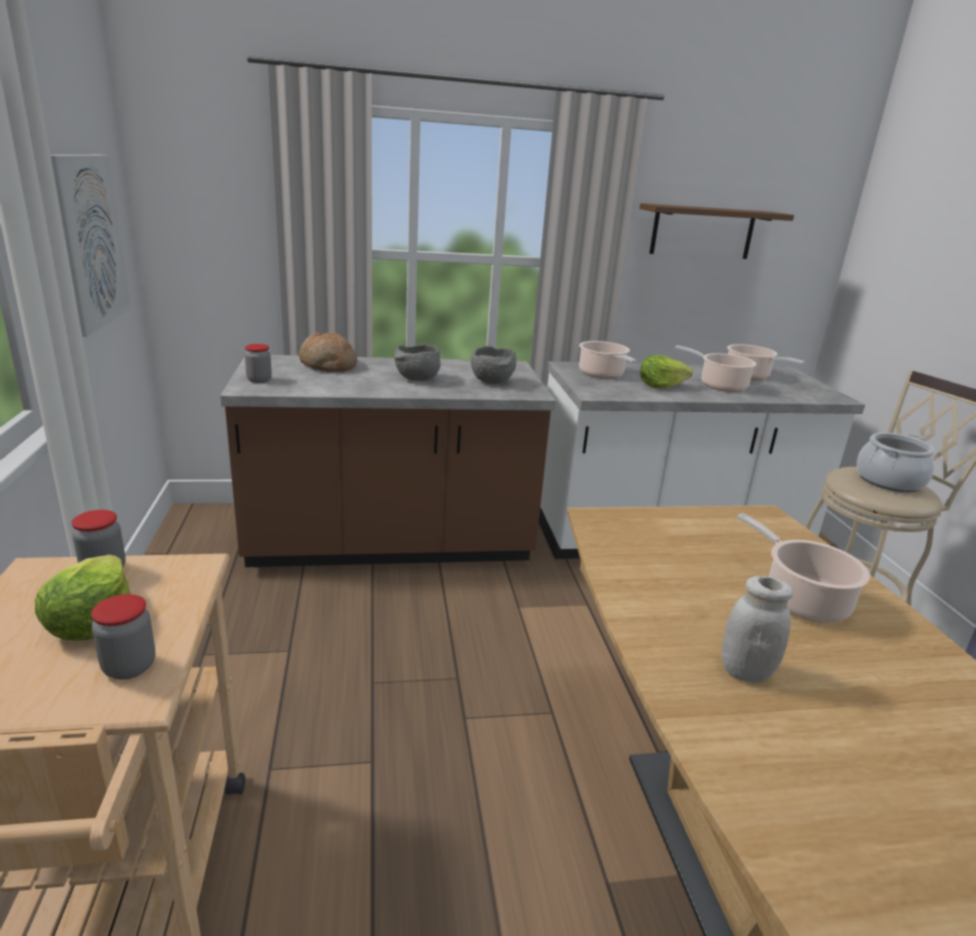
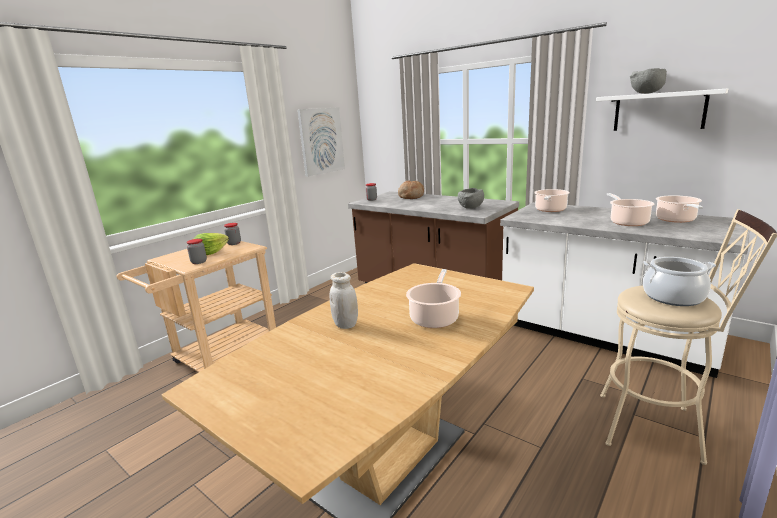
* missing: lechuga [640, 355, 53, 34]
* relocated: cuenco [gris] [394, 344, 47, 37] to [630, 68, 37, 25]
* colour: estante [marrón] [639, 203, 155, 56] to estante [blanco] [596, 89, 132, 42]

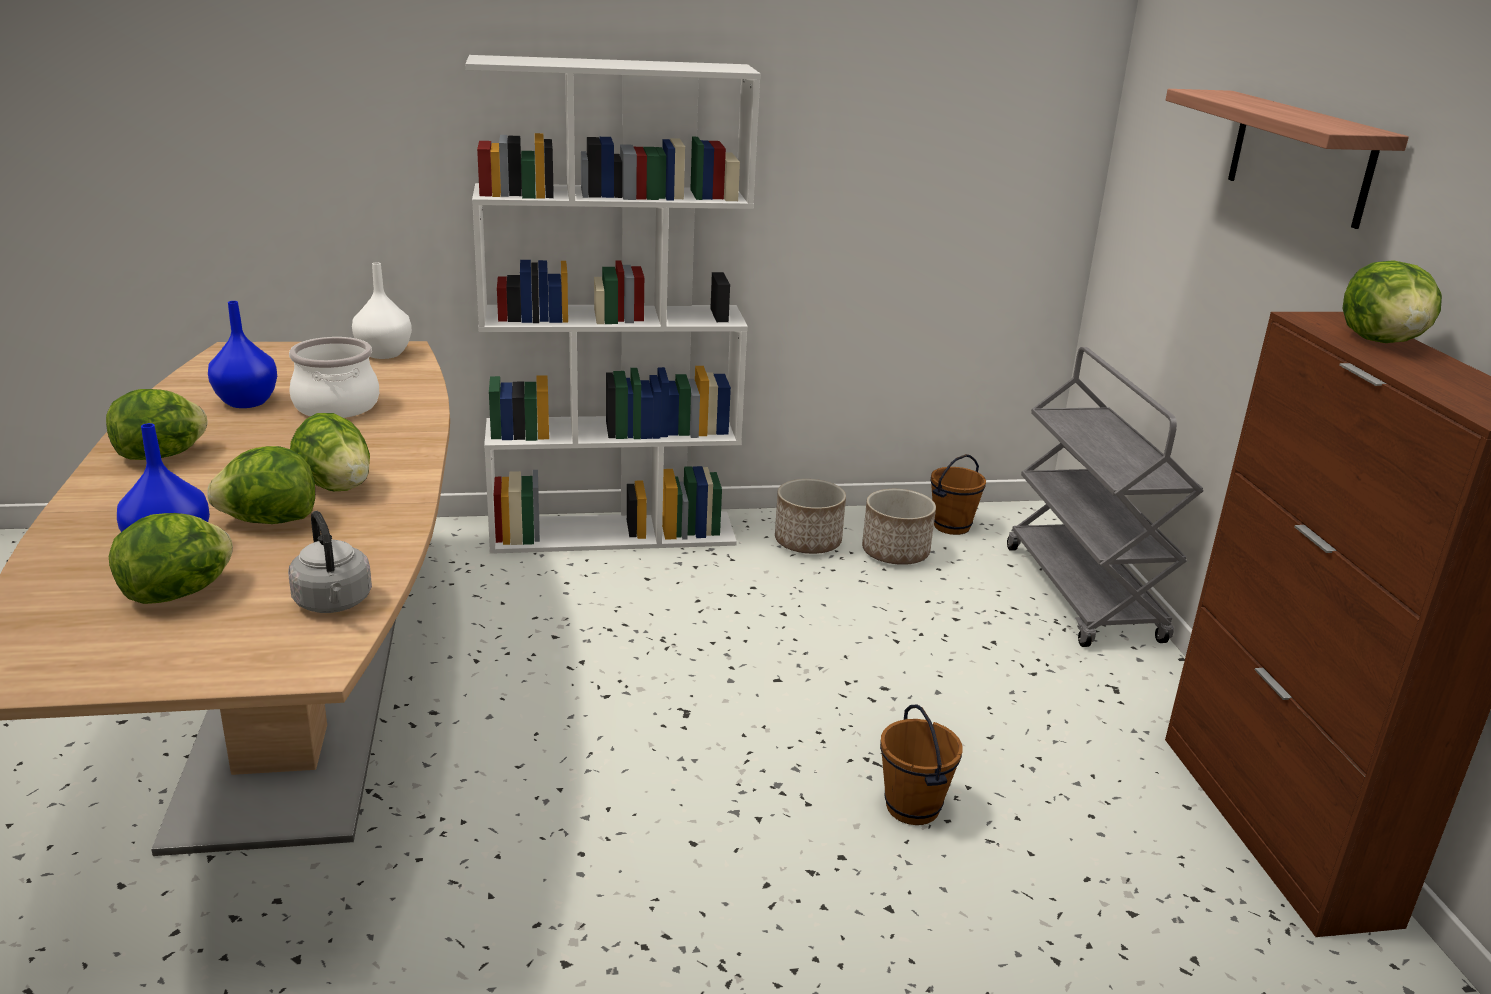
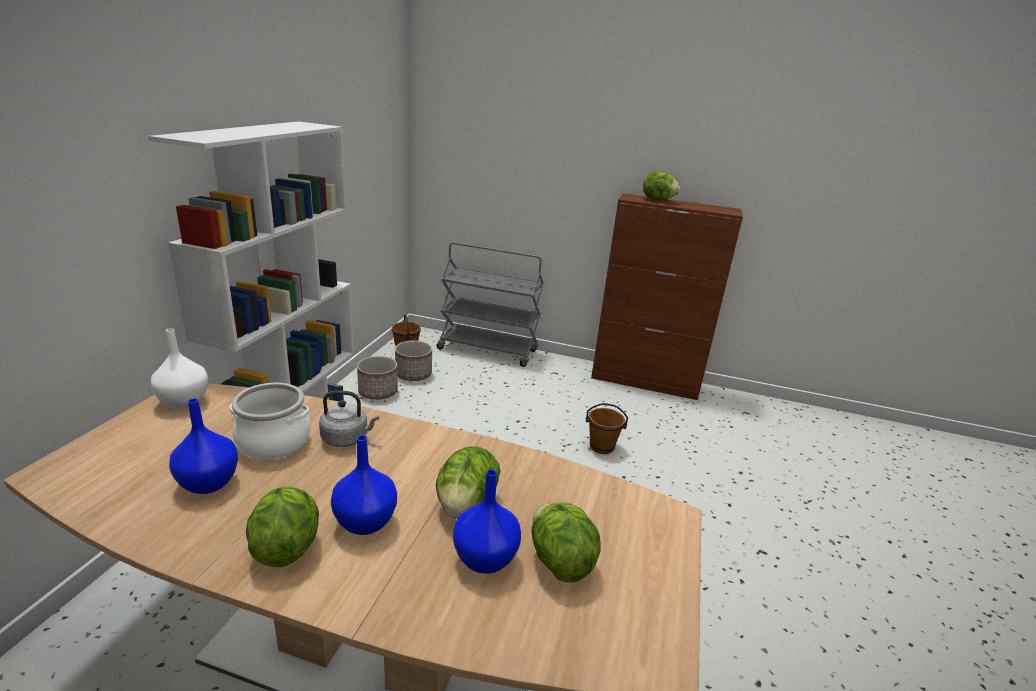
* missing: lechuga [290, 413, 80, 78]
* missing: estante [1166, 89, 243, 140]
* appeared: florero [azul] [331, 435, 66, 100]
* relocated: hervidor [gris] [288, 511, 84, 102] to [319, 390, 60, 57]

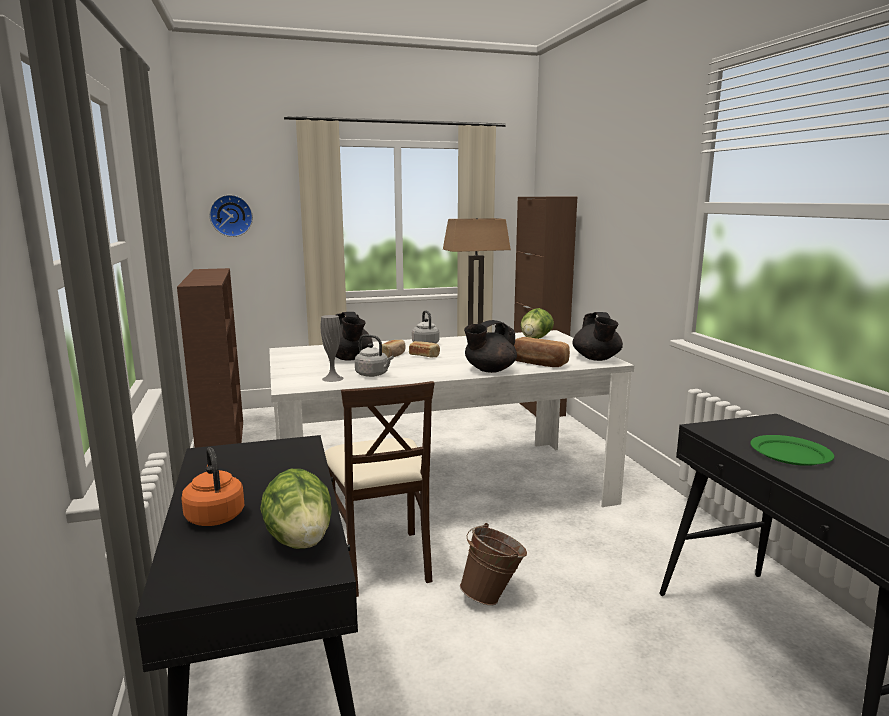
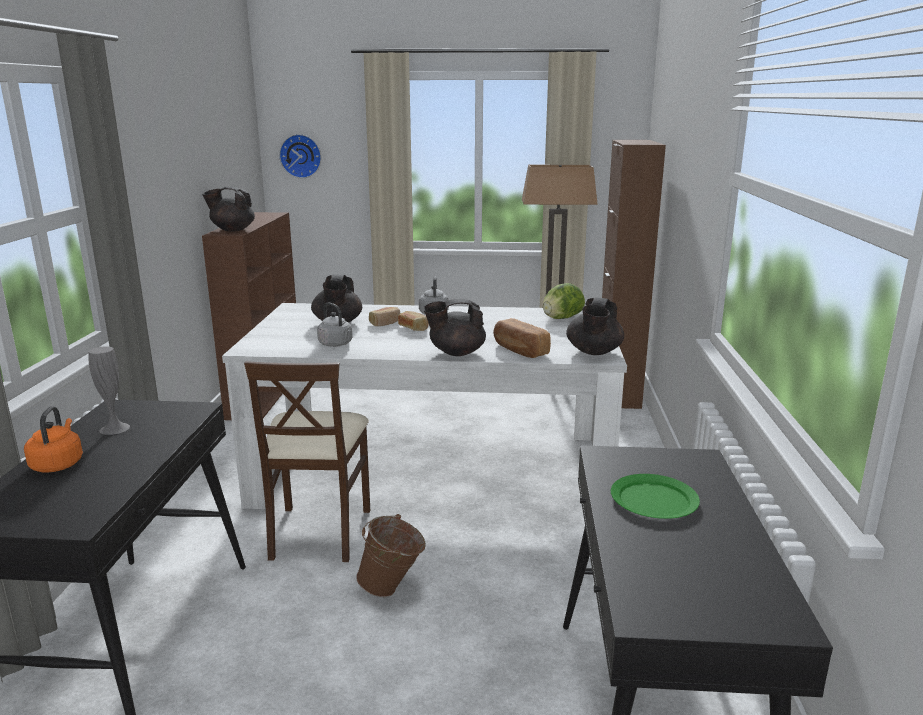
* missing: lechuga [260, 469, 71, 80]
* appeared: tetera [negro] [202, 187, 53, 45]
* relocated: florero [gris] [321, 315, 23, 67] to [88, 346, 42, 89]

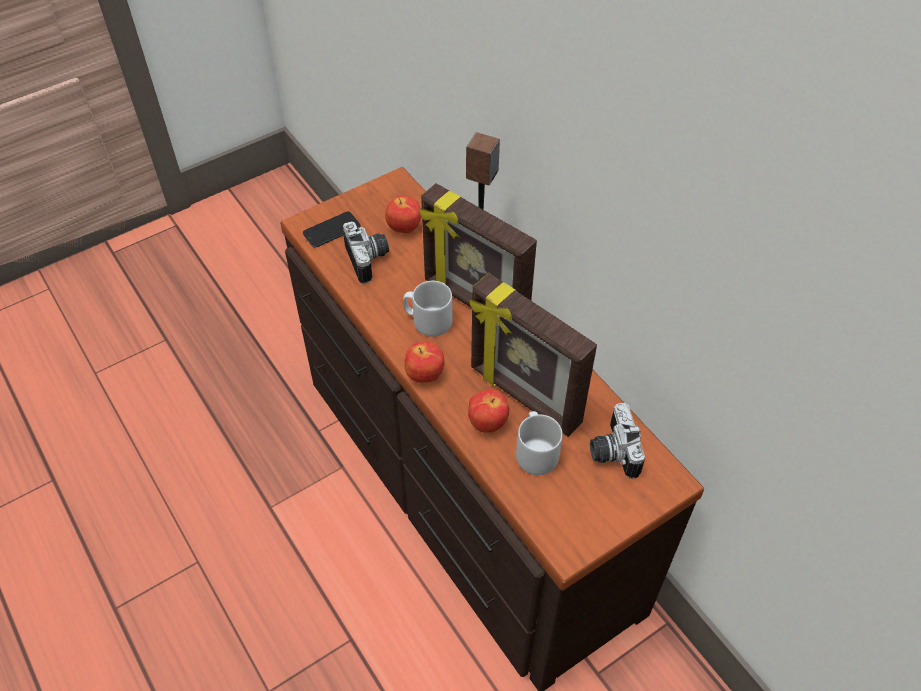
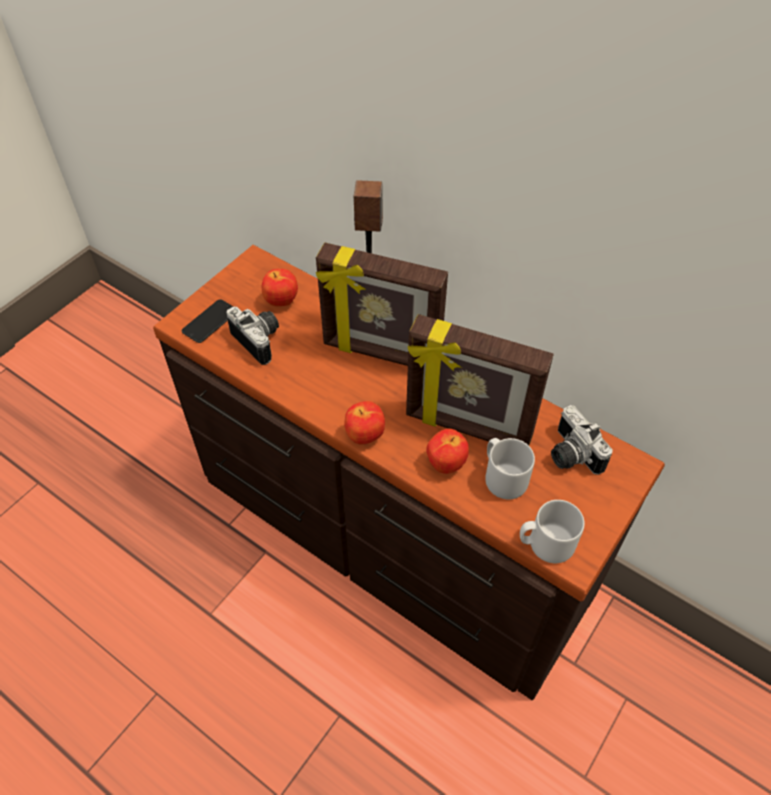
* relocated: taza grande [gris] [403, 281, 50, 56] to [520, 500, 65, 63]

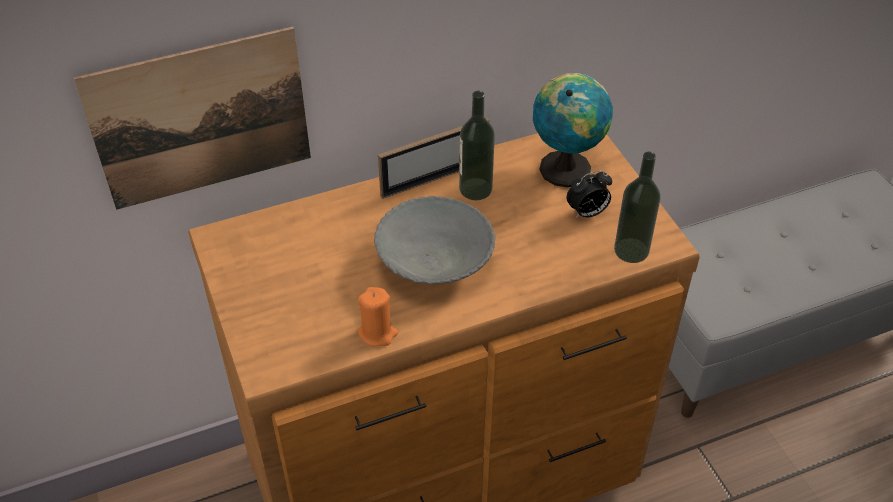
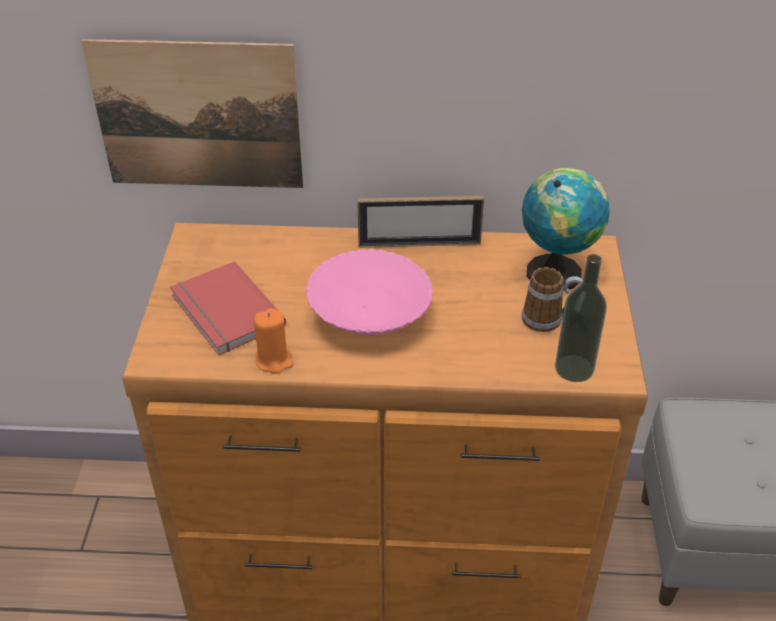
* missing: botella [459, 91, 36, 109]
* appeared: libro [rojo] [170, 261, 116, 94]
* exchanged: despertador [567, 170, 45, 48] to taza grande [522, 267, 61, 65]
* colour: cuenco [gris] [374, 196, 121, 88] to cuenco [rosa] [306, 249, 127, 86]

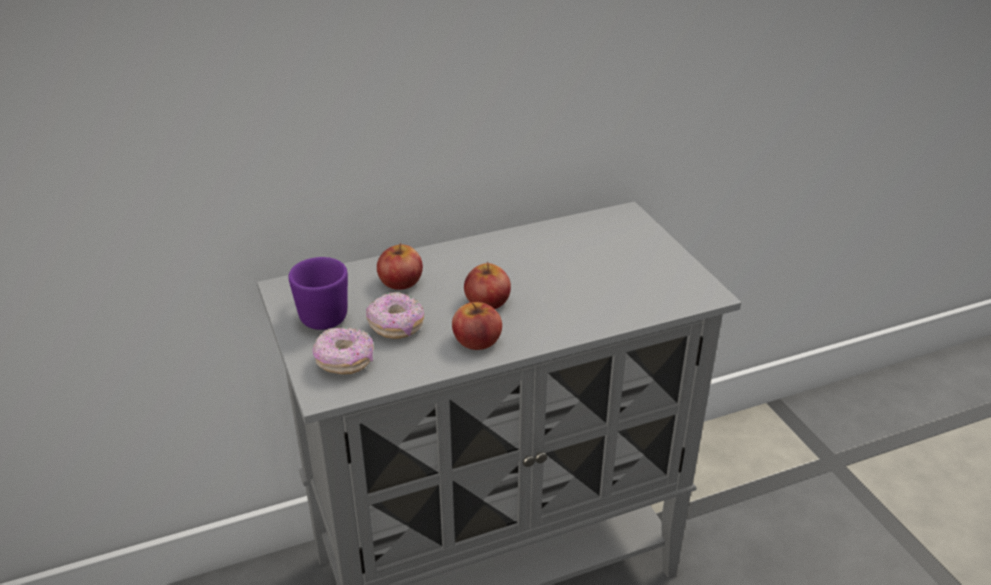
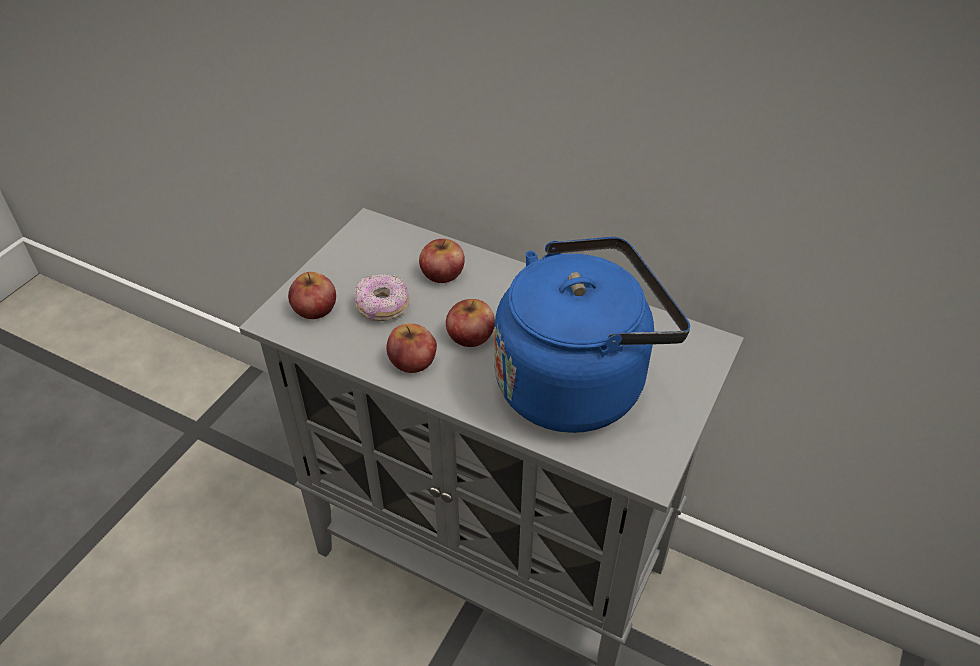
* missing: taza grande [morado] [289, 257, 59, 73]
* appeared: hervidor [azul] [494, 237, 196, 196]
* exchanged: rosquilla [313, 327, 61, 47] to manzana [288, 272, 48, 47]

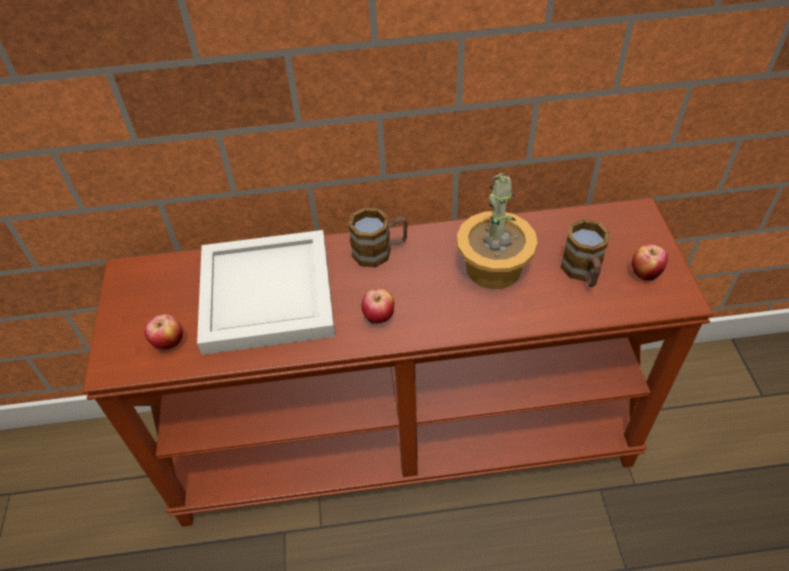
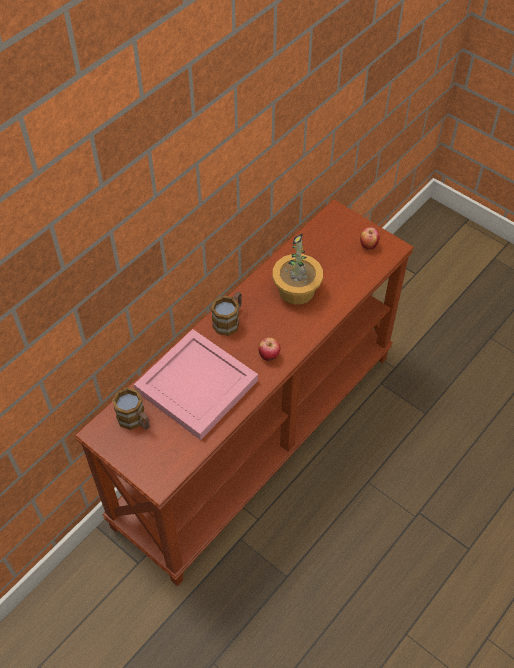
* missing: manzana [144, 314, 39, 36]
* relocated: taza grande [561, 219, 49, 68] to [112, 387, 38, 43]
* colour: bandeja [blanco] [197, 230, 138, 125] to bandeja [rosa] [134, 329, 124, 111]

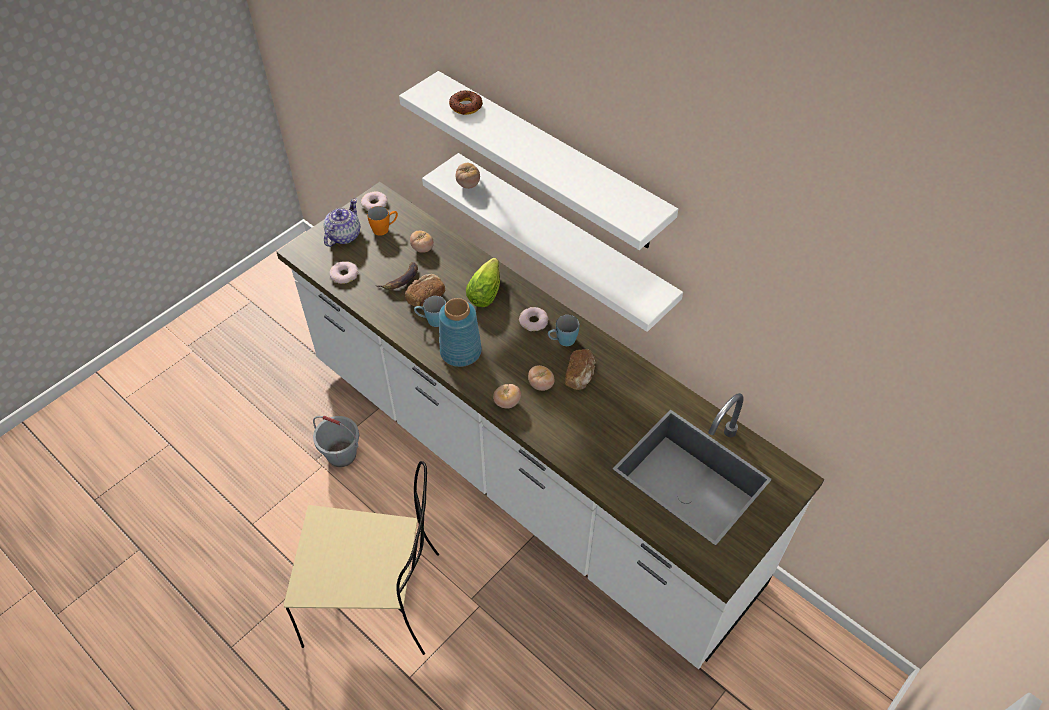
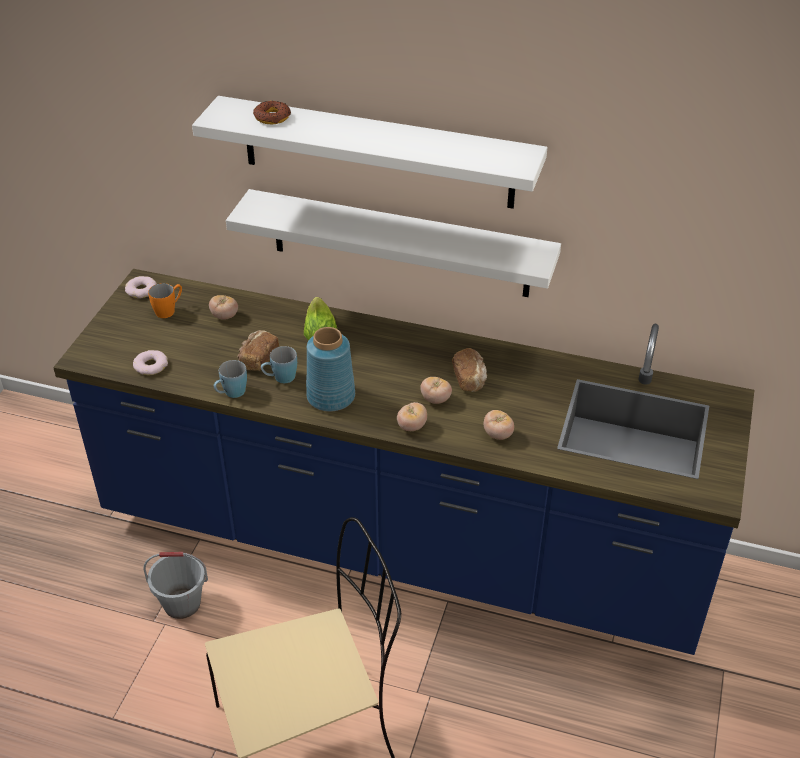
* missing: tetera [324, 198, 36, 49]
* missing: plátano [376, 262, 42, 28]
* missing: rosquilla [519, 307, 30, 24]
* relocated: tomate [455, 163, 25, 26] to [484, 410, 30, 30]
* relocated: taza grande [azul] [548, 315, 31, 31] to [214, 360, 33, 38]
* colour: mueble bajo de cocina [blanco] [276, 182, 549, 487] to mueble bajo de cocina [azul] [53, 269, 701, 386]

